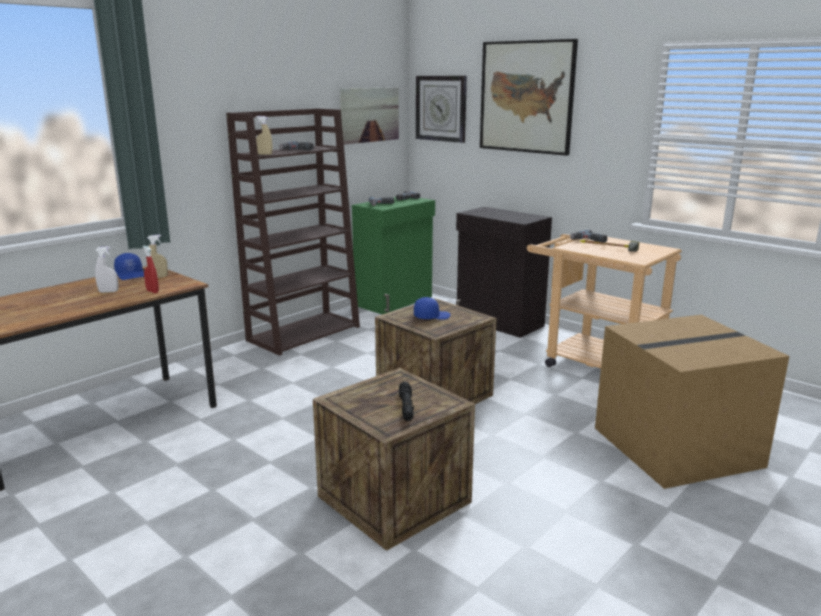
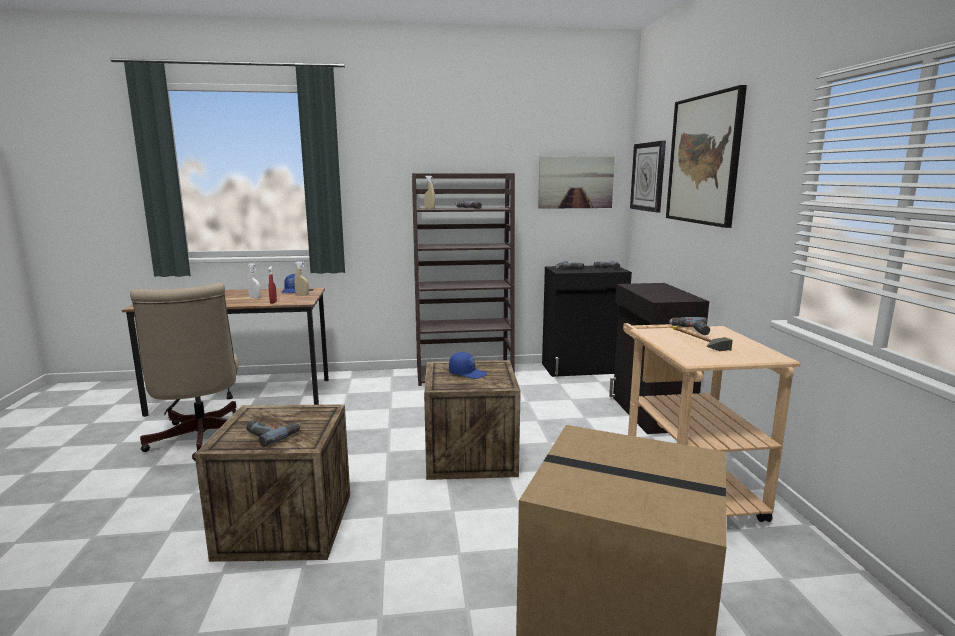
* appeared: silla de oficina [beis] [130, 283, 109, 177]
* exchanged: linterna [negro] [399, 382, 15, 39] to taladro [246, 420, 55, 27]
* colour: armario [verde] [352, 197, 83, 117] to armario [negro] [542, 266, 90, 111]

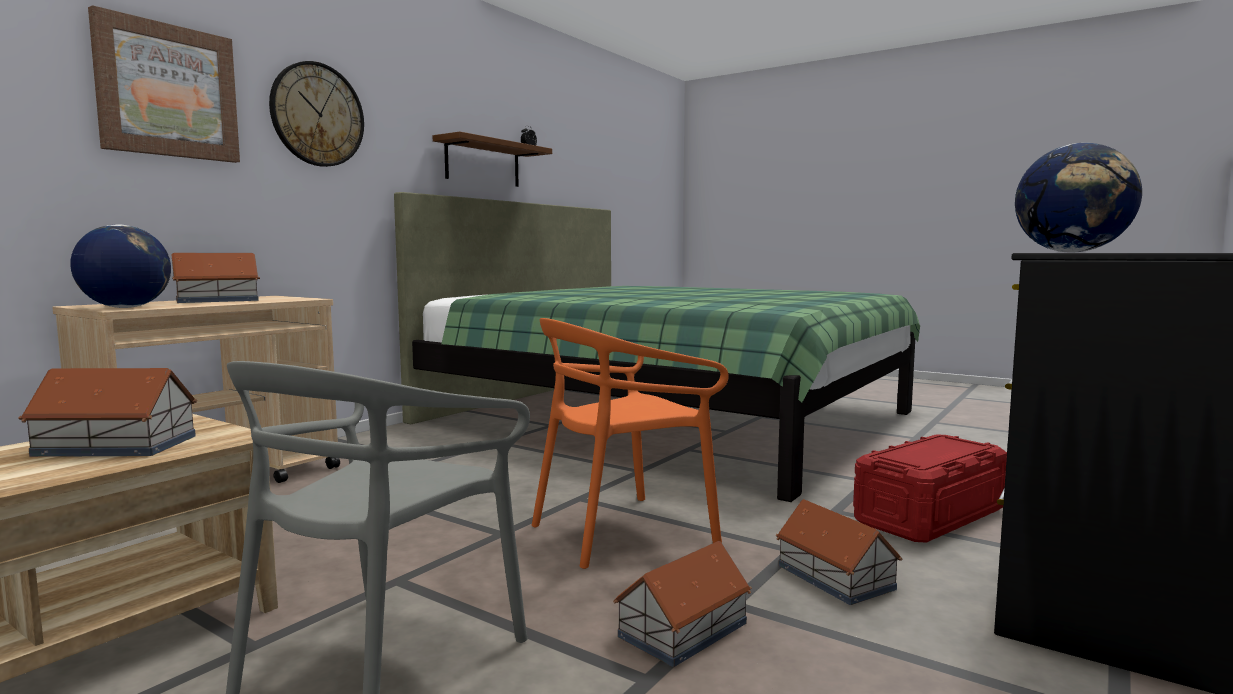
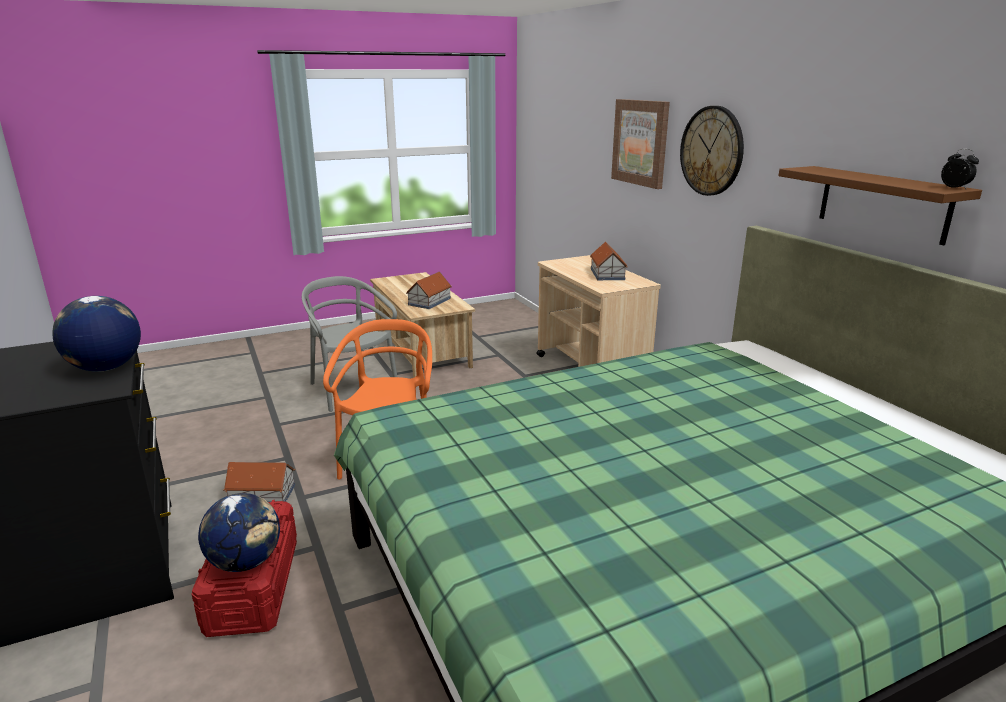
* missing: casita [613, 541, 139, 126]
* relocated: globo terráqueo [70, 224, 101, 84] to [198, 493, 82, 79]

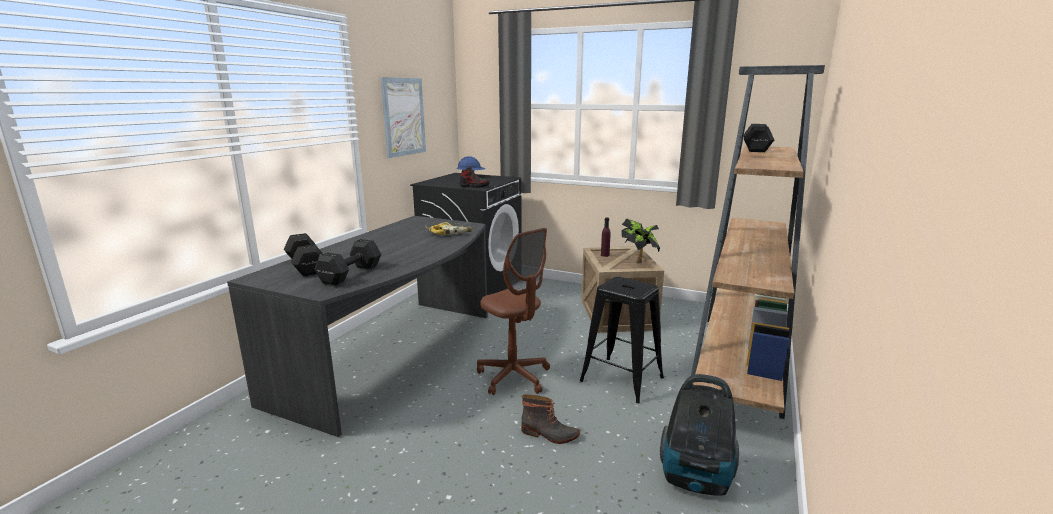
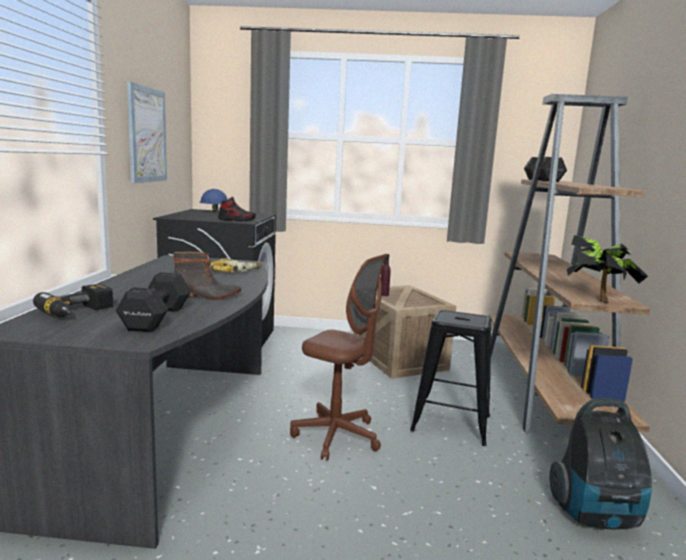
* relocated: bota [521, 394, 59, 50] to [173, 252, 68, 48]
* relocated: planta en maceta [621, 218, 39, 46] to [567, 235, 81, 68]
* exchanged: mancuerna [negro] [284, 233, 39, 43] to taladro [33, 284, 80, 33]

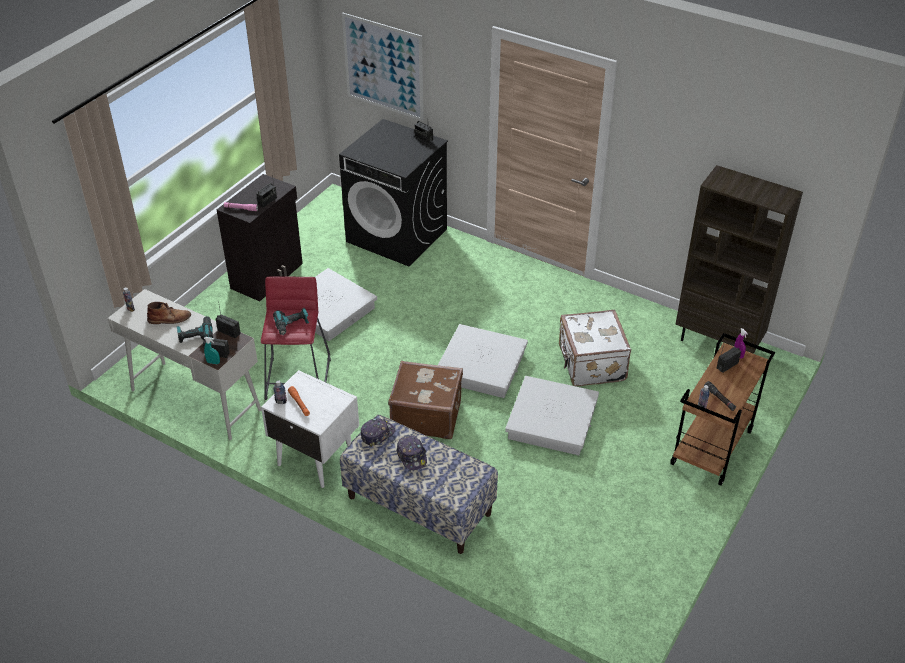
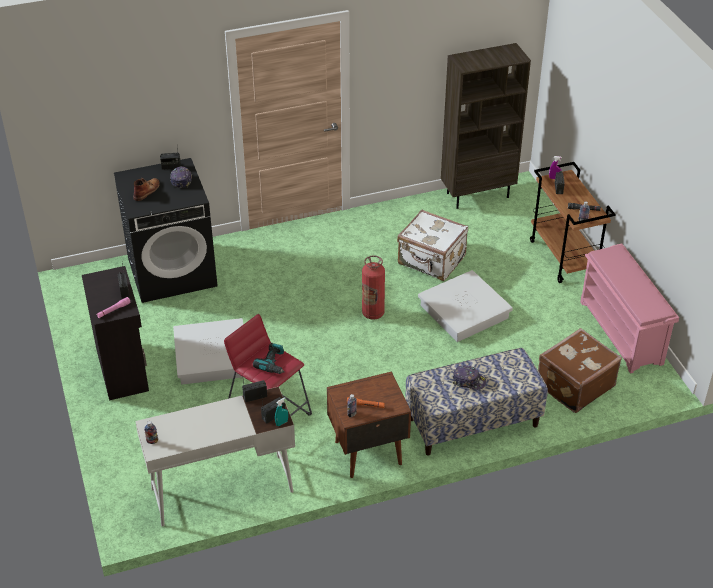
* missing: taladro [177, 316, 36, 27]
* missing: cuadro [342, 12, 82, 109]
* appeared: zapatero [rosa] [580, 244, 99, 130]
* relocated: bota [marrón] [147, 302, 44, 22] to [133, 178, 27, 23]
* relocated: gorra [361, 418, 34, 29] to [170, 166, 22, 22]
* relocated: maleta [marrón] [388, 361, 75, 78] to [538, 328, 84, 85]
* exchanged: caja de almacenaje [blanco] [438, 324, 90, 74] to extintor [362, 255, 23, 65]
* colour: mesita de noche [blanco] [261, 370, 98, 118] to mesita de noche [marrón] [327, 372, 84, 106]

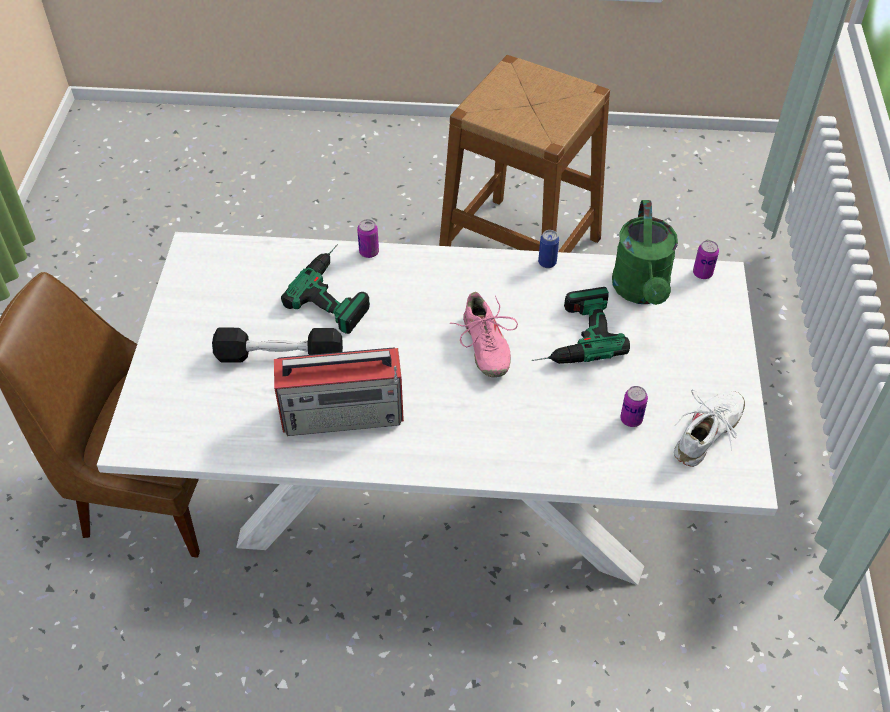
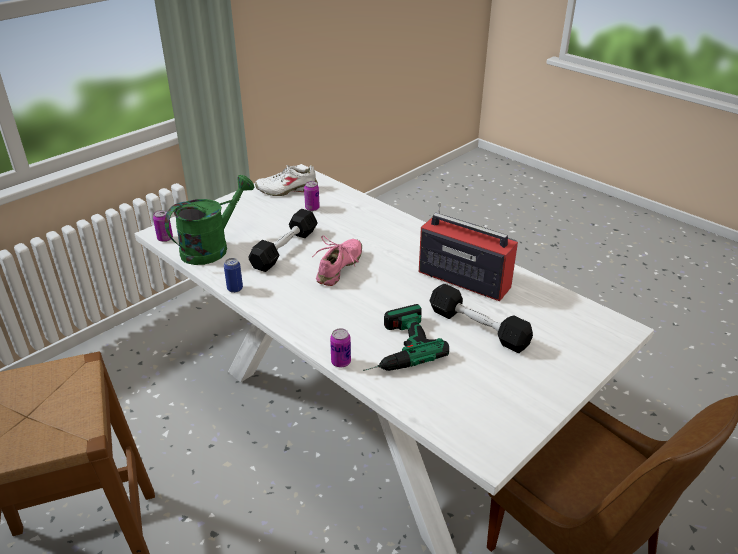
* exchanged: taladro [532, 287, 98, 77] to mancuerna [negro] [248, 209, 70, 63]

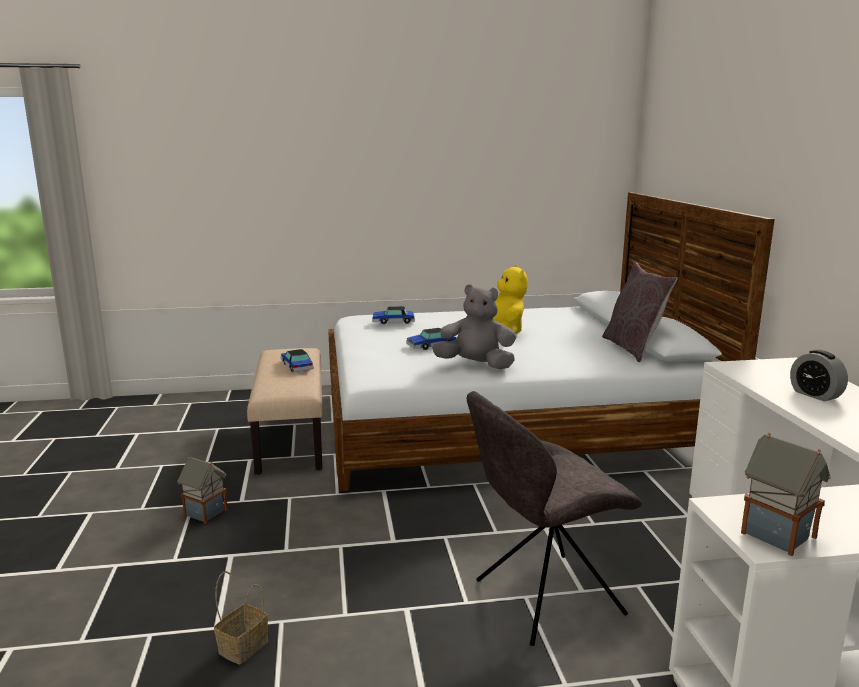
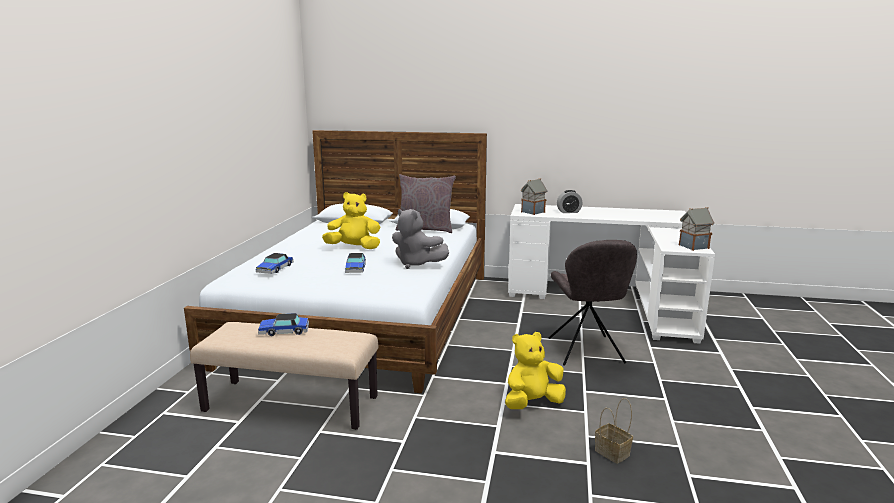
* appeared: peluche [amarillo] [505, 332, 61, 77]
* relocated: casita [177, 456, 51, 68] to [521, 178, 26, 37]
* spun: peluche [gris] [432, 284, 84, 86] = [392, 209, 57, 60] 90 degrees counterclockwise

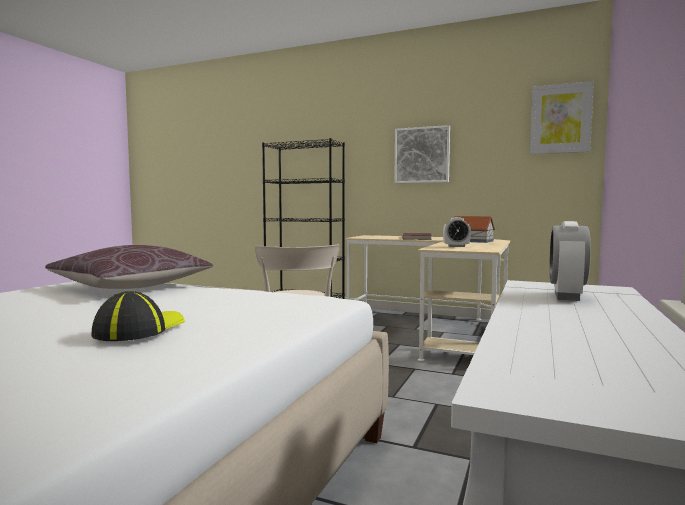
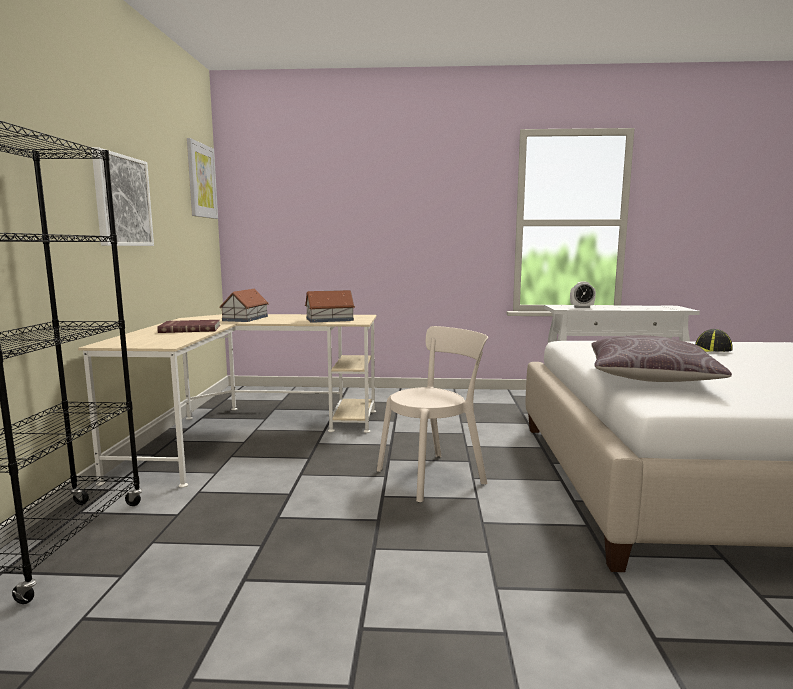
* exchanged: despertador [443, 217, 28, 30] to casita [305, 290, 50, 33]

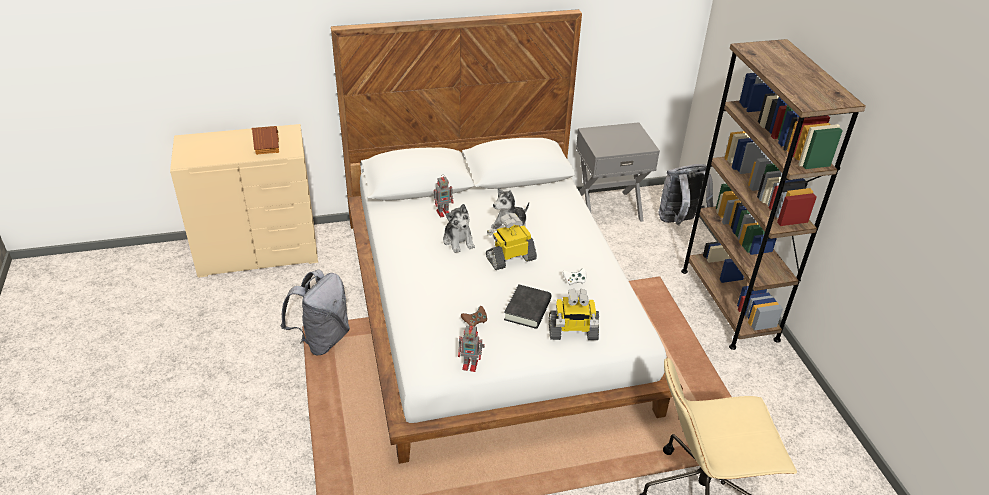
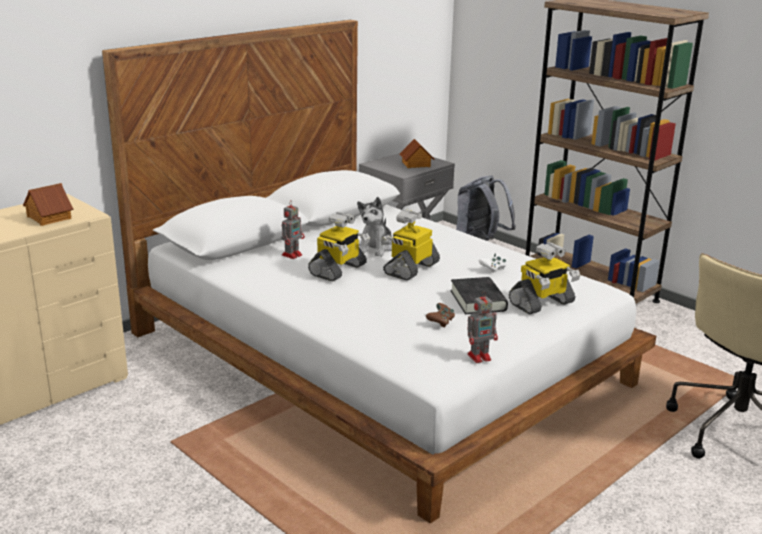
* missing: mochila [gris] [281, 269, 69, 87]
* appeared: casita [400, 139, 34, 29]
* exchanged: peluche [443, 204, 32, 49] to robot de juguete [308, 212, 62, 69]

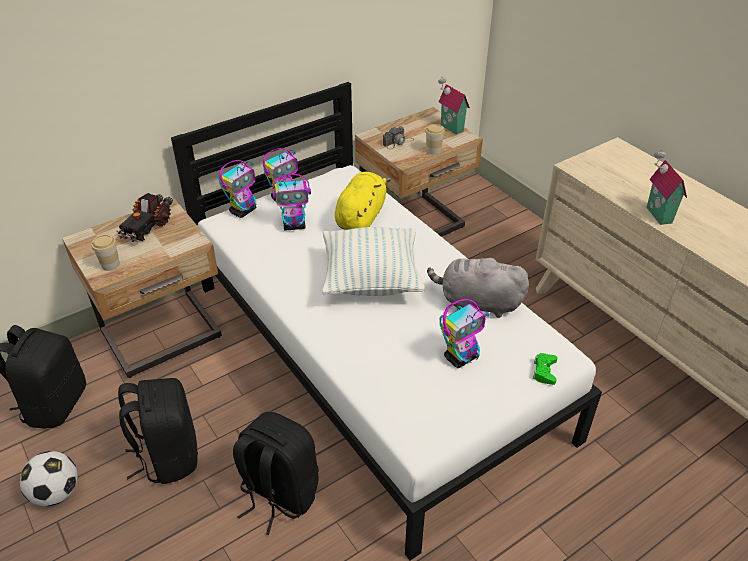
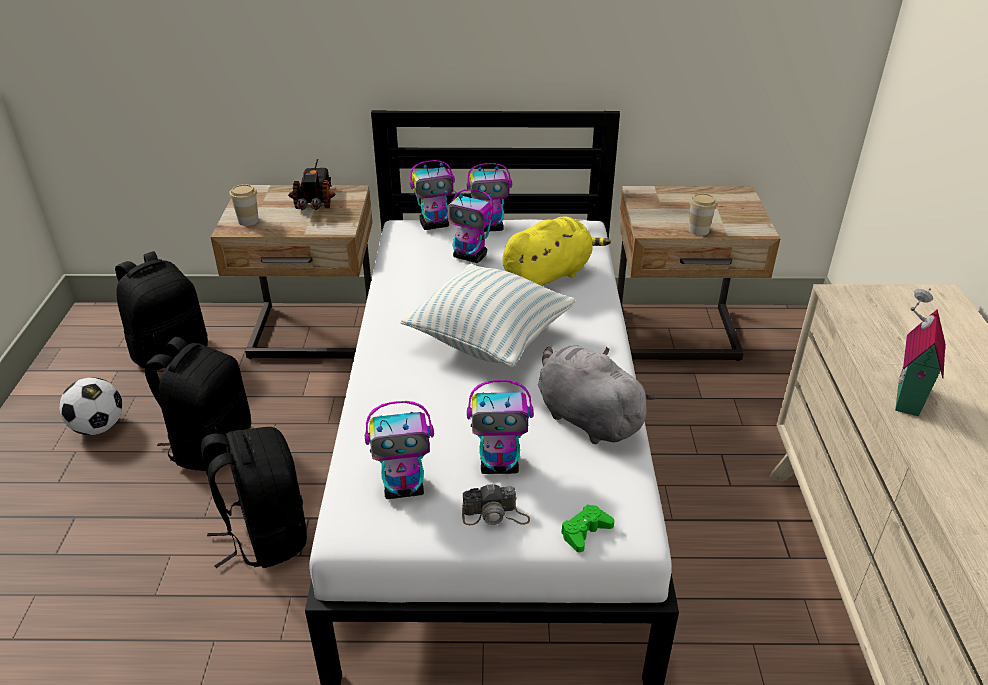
* missing: casita [438, 78, 32, 56]
* appeared: robot de juguete [365, 401, 69, 98]
* relocated: cámara [383, 126, 31, 23] to [462, 483, 68, 42]
* spun: camión de juguete [117, 193, 56, 49] = [288, 159, 48, 51] 120 degrees clockwise

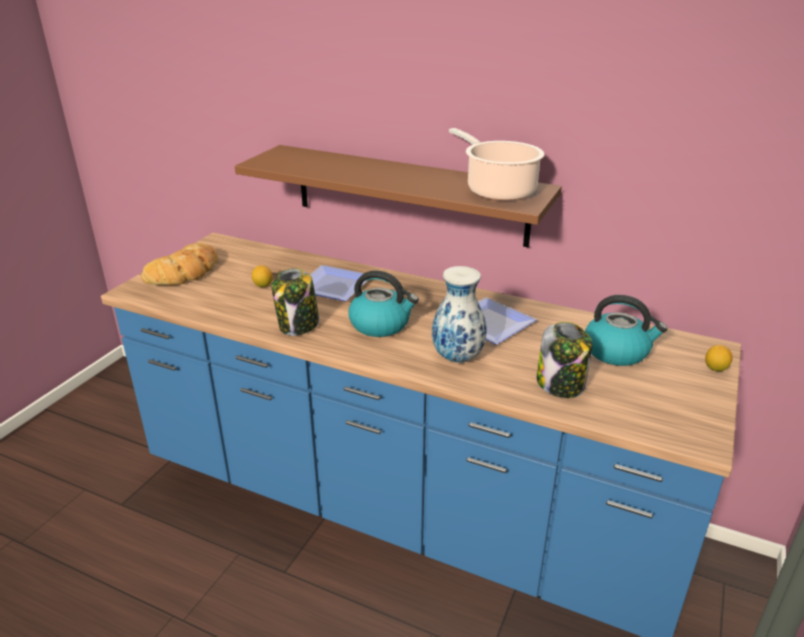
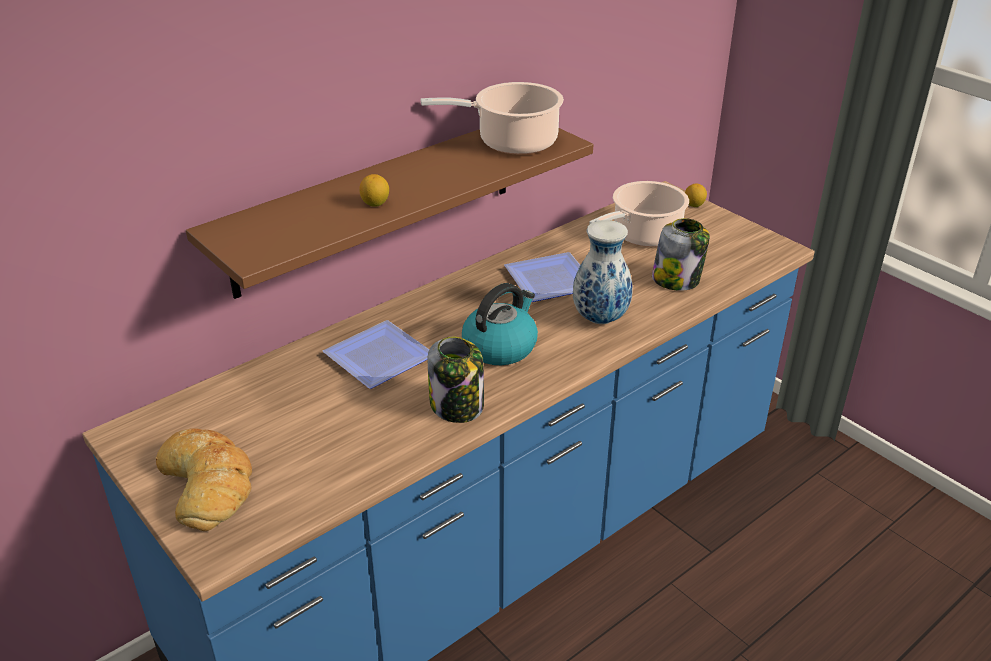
* relocated: limón [252, 265, 21, 22] to [359, 174, 30, 33]
* exchanged: hervidor [585, 295, 83, 71] to olla [589, 181, 100, 66]

